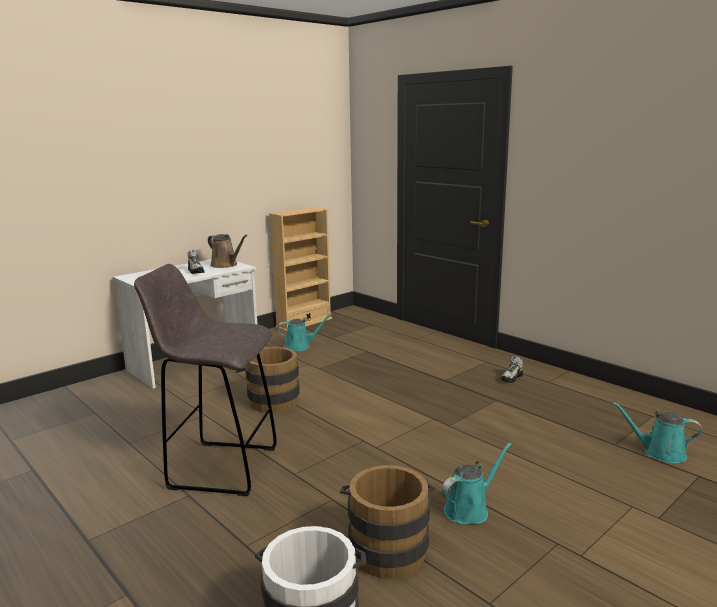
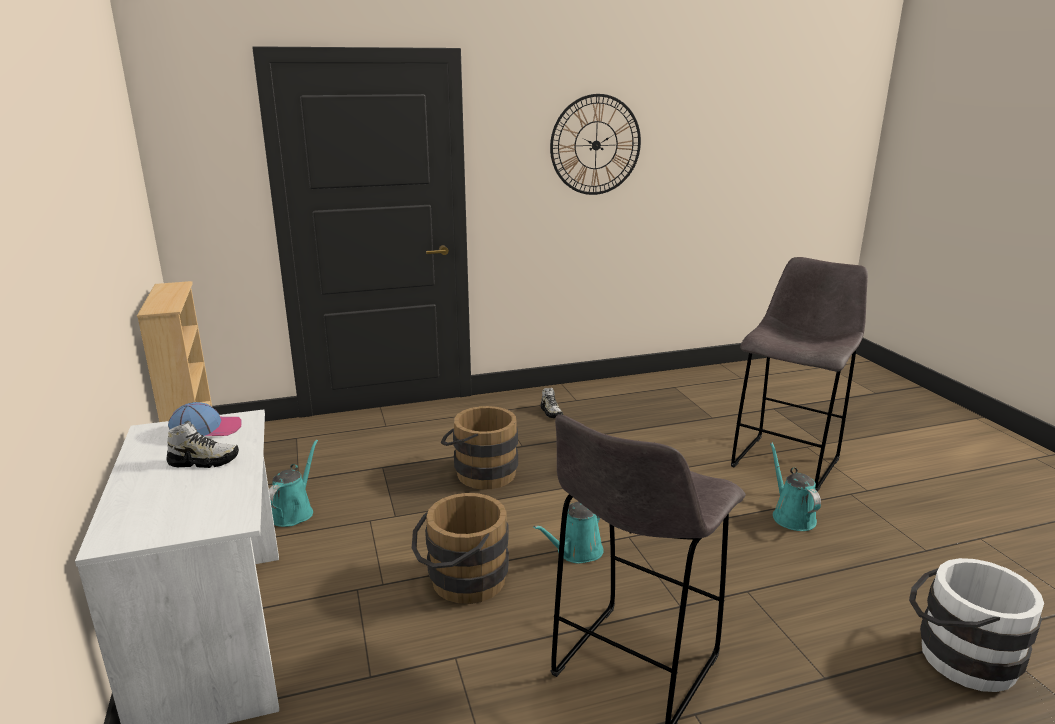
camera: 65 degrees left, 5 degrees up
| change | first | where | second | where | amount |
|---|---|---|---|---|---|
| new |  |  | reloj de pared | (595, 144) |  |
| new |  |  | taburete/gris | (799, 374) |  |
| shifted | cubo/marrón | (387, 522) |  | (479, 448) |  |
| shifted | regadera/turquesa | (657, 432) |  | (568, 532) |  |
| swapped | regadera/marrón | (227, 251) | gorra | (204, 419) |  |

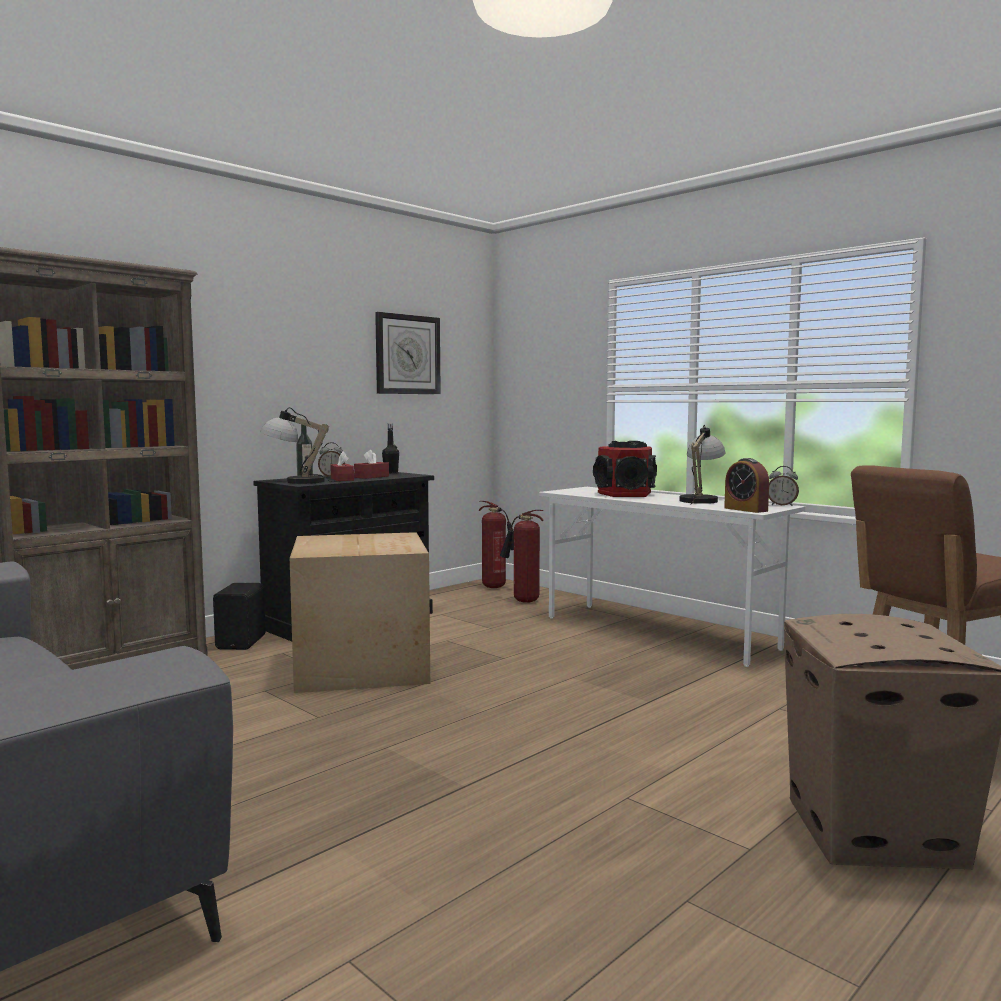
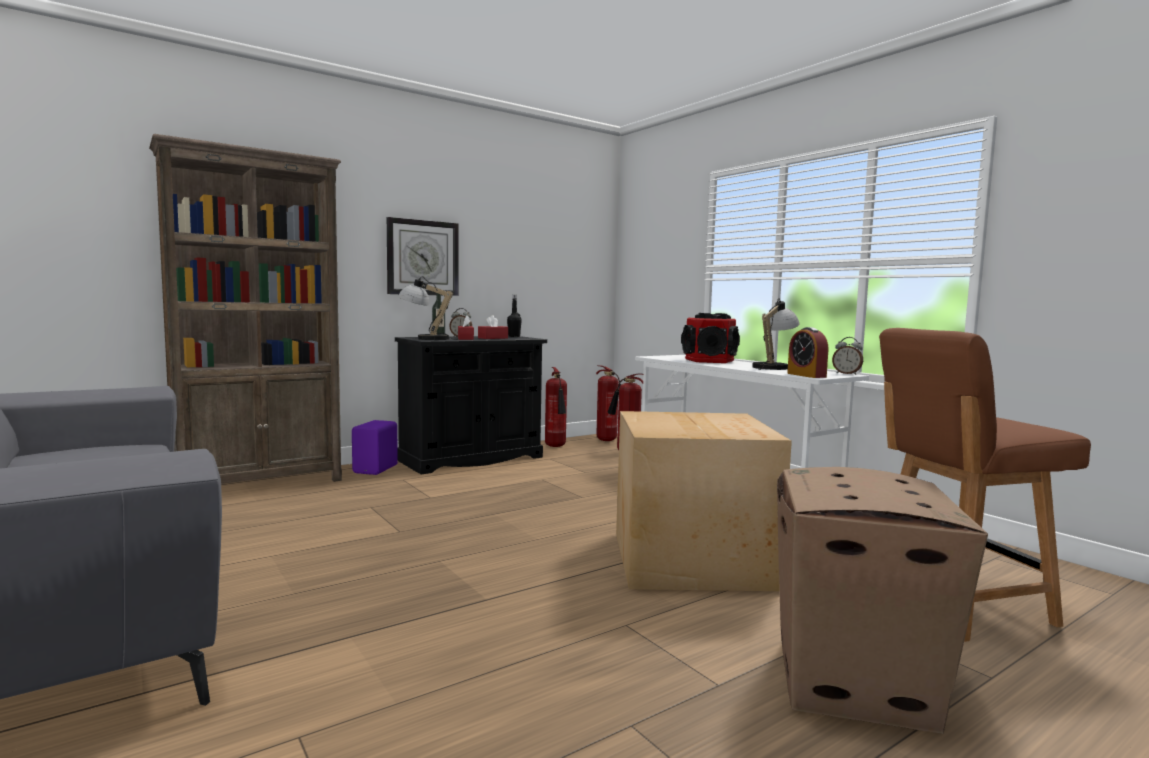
camera: 10 degrees right, 0 degrees up
| change | first | where | second | where | amount |
|---|---|---|---|---|---|
| new |  |  | extintor | (556, 407) |  |
| shifted | caja de cartón | (360, 612) |  | (704, 501) |  |
| shifted | reloj de pared | (408, 353) |  | (423, 256) |  |
| repainted | altavoz/negro | (239, 616) | altavoz/morado | (375, 447) |  |

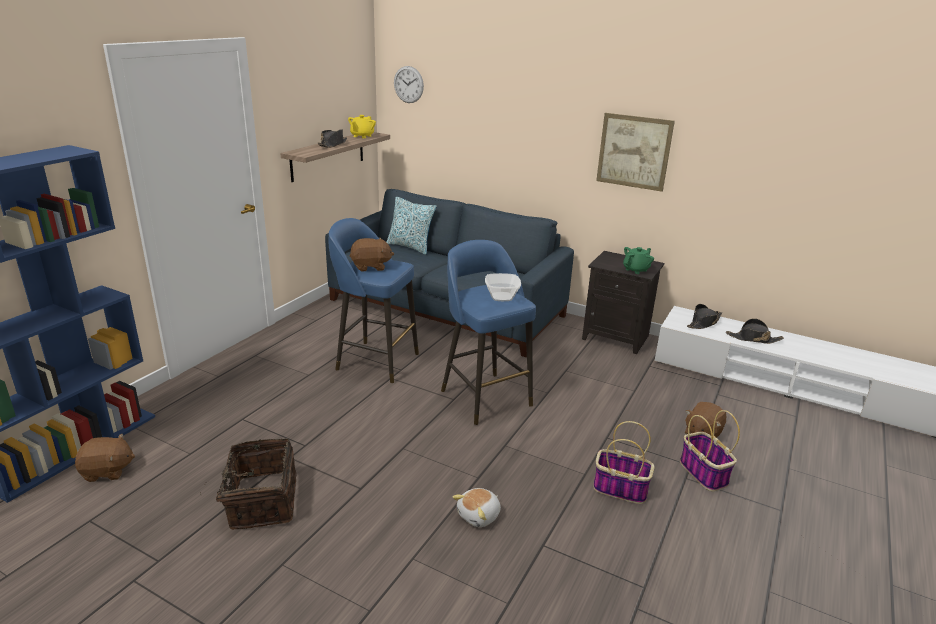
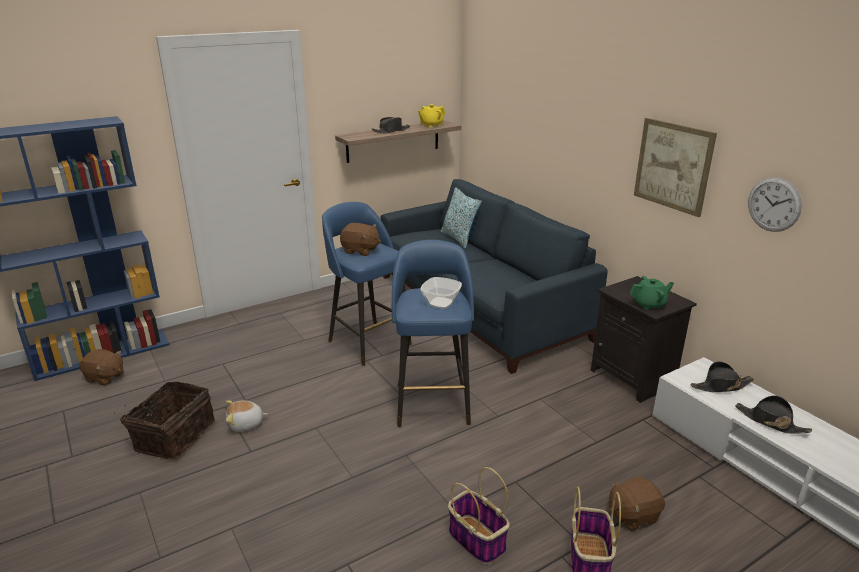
camera: 30 degrees right, 0 degrees up
| change | first | where | second | where | amount |
|---|---|---|---|---|---|
| shifted | reloj de pared | (409, 84) |  | (775, 204) |  |
| shifted | peluche | (476, 507) |  | (247, 416) |  |

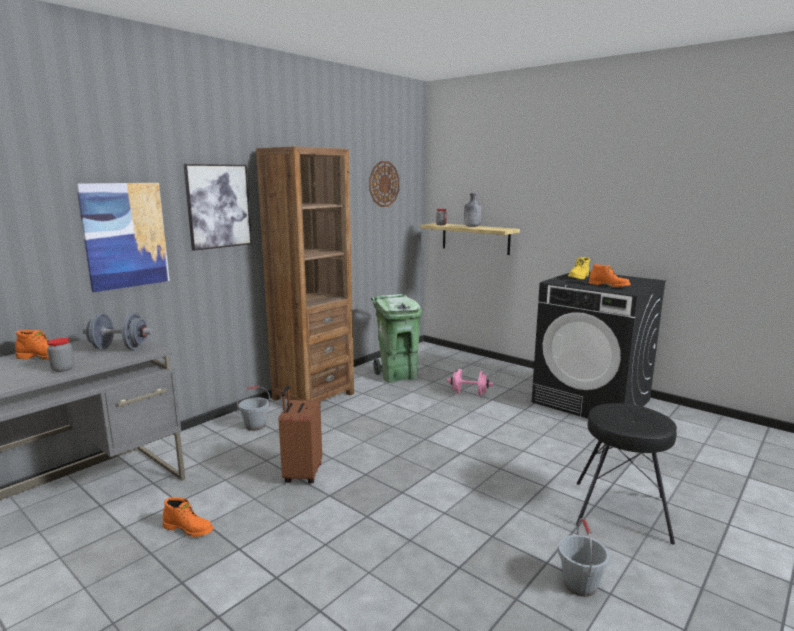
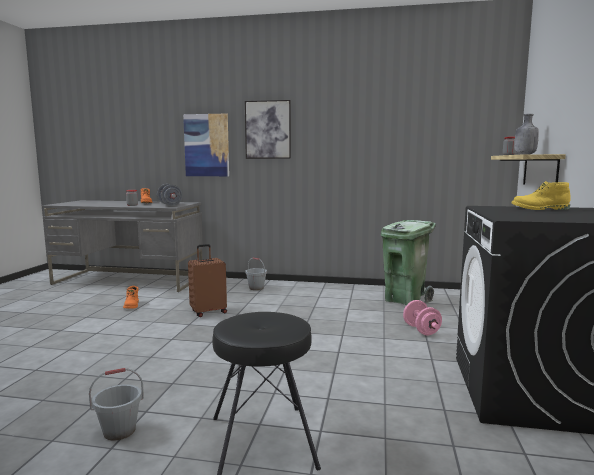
camera: 60 degrees right, 5 degrees down
| change | first | where | second | where | amount |
|---|---|---|---|---|---|
| gone | estantería/marrón | (305, 273) |  |  |  |
| gone | reloj de pared | (384, 184) |  |  |  |
| gone | bota/naranja | (609, 275) |  |  |  |

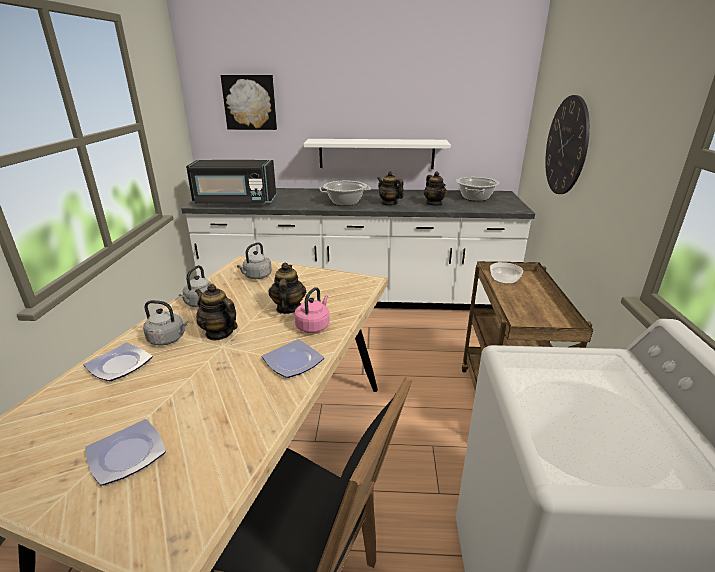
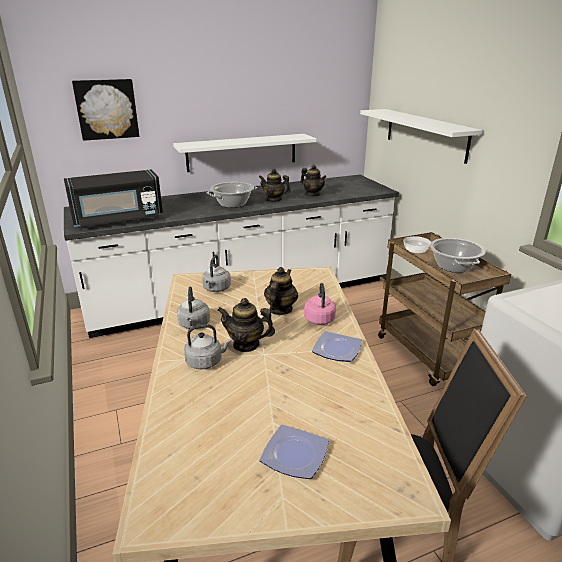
camera: 25 degrees left, 0 degrees up
| change | first | where | second | where | amount |
|---|---|---|---|---|---|
| gone | plato | (118, 361) |  |  |  |
| shifted | olla | (478, 189) |  | (458, 255) |  |
| swapped | reloj de pared | (567, 144) | estante/blanco | (421, 136) |  |
| rotated | tetera | (287, 288) |  | (281, 291) | 45 degrees clockwise |

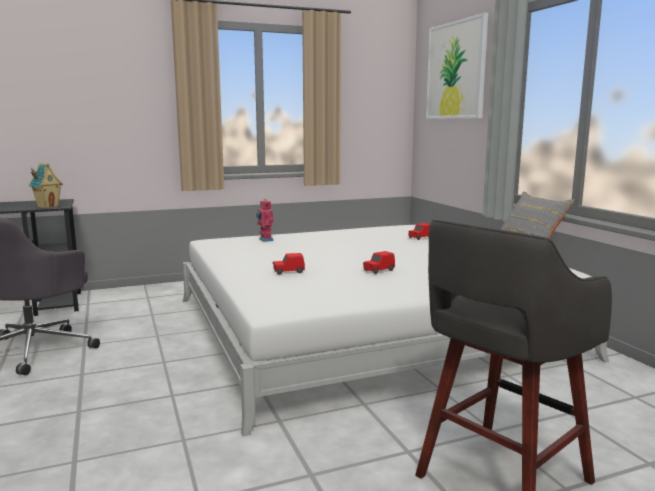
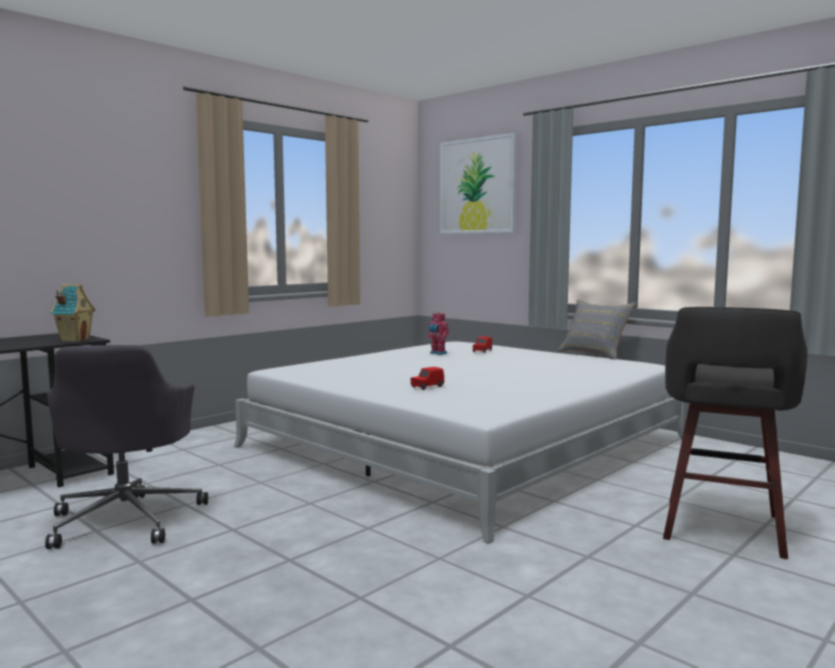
camera: 25 degrees left, 5 degrees down
| change | first | where | second | where | amount |
|---|---|---|---|---|---|
| gone | coche de juguete/rojo | (379, 262) |  |  |  |
| shifted | robot de juguete | (265, 220) |  | (438, 333) |  |

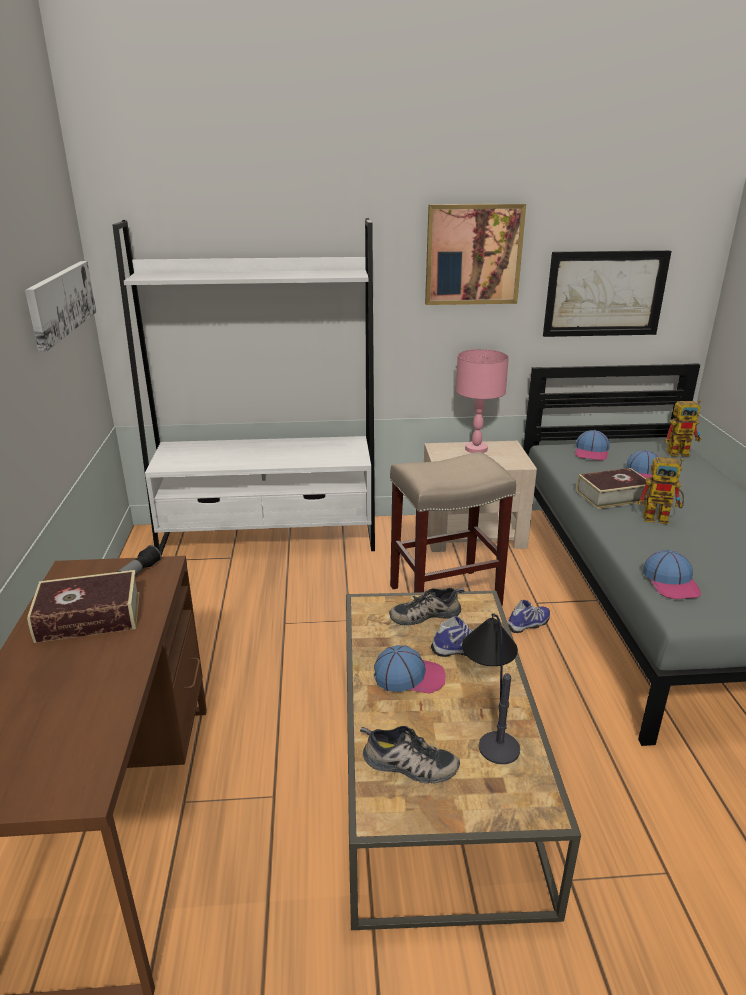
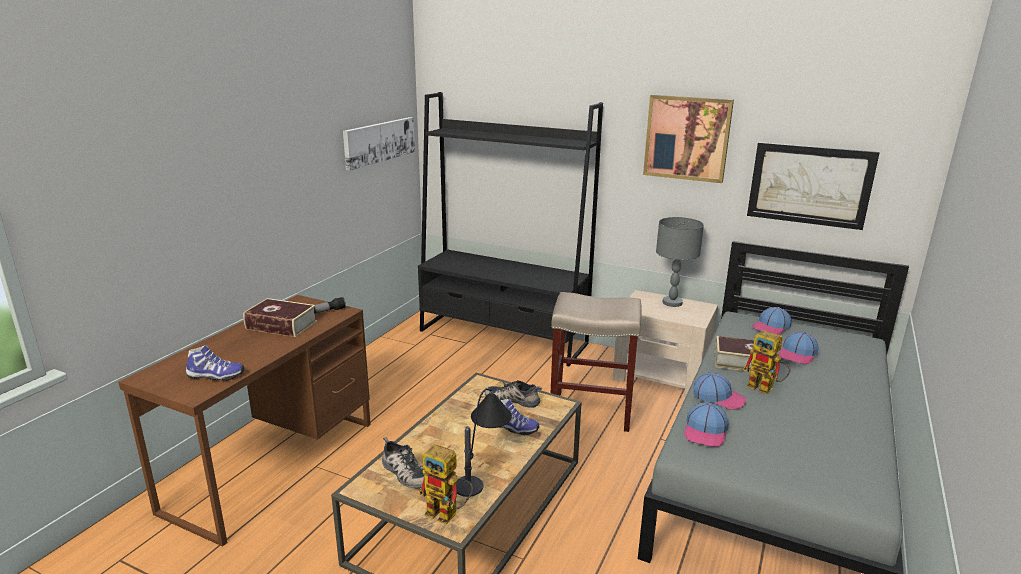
camera: 30 degrees right, 5 degrees down
| change | first | where | second | where | amount |
|---|---|---|---|---|---|
| shifted | gorra | (410, 669) |  | (720, 391) |  |
| shifted | zapato | (529, 616) |  | (215, 363) |  |
| shifted | robot de juguete | (683, 428) |  | (445, 484) |  |
| repainted | estantería/blanco | (243, 387) | estantería/negro | (510, 229) |  |
| repainted | lámpara de mesa/rosa | (482, 401) | lámpara de mesa/gris | (680, 262) |  |

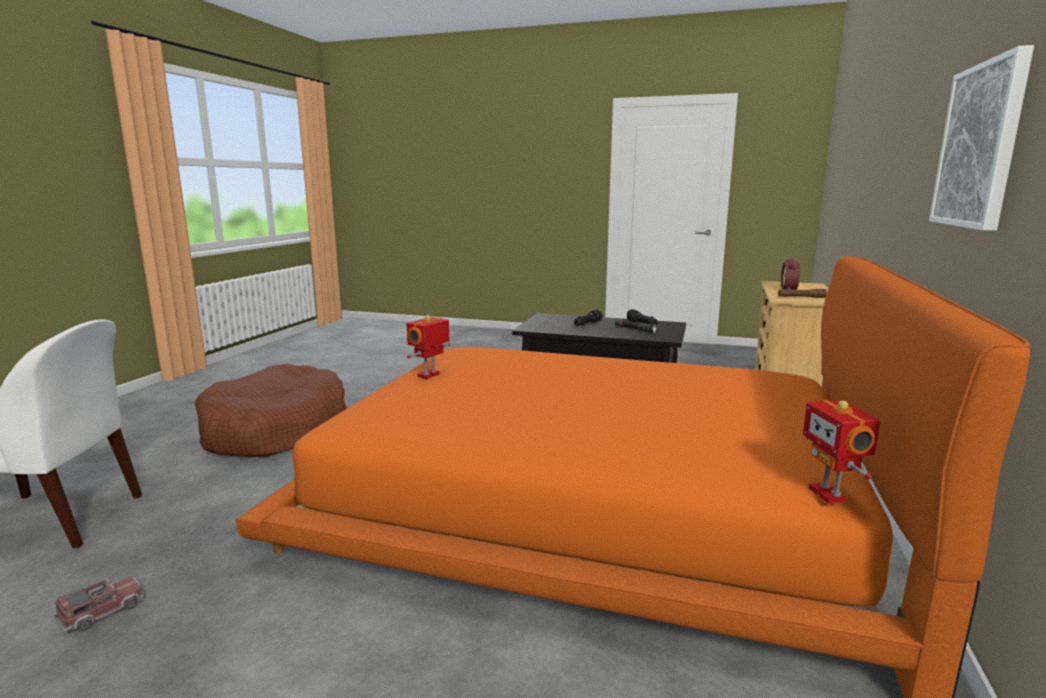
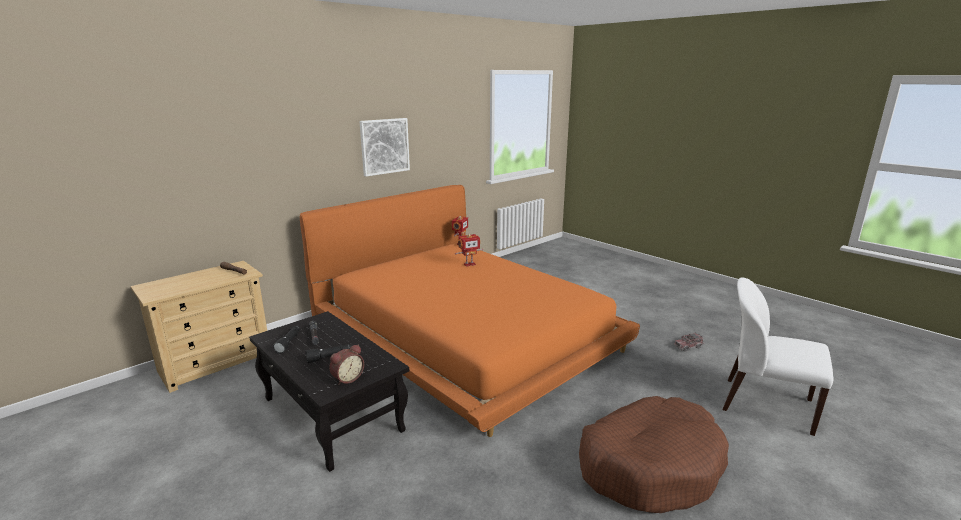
camera: 150 degrees left, 5 degrees up
| change | first | where | second | where | amount |
|---|---|---|---|---|---|
| shifted | robot de juguete | (428, 347) |  | (469, 250) |  |
| shifted | despertador | (790, 274) |  | (346, 364) |  |

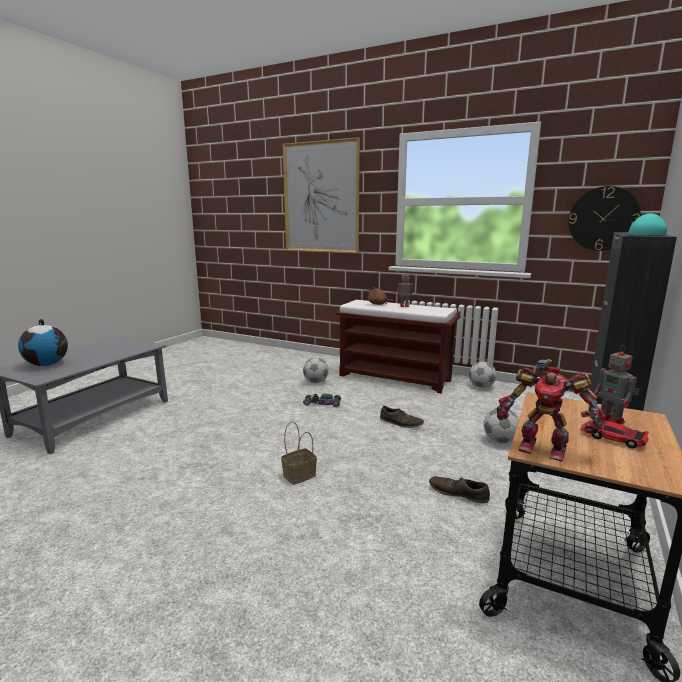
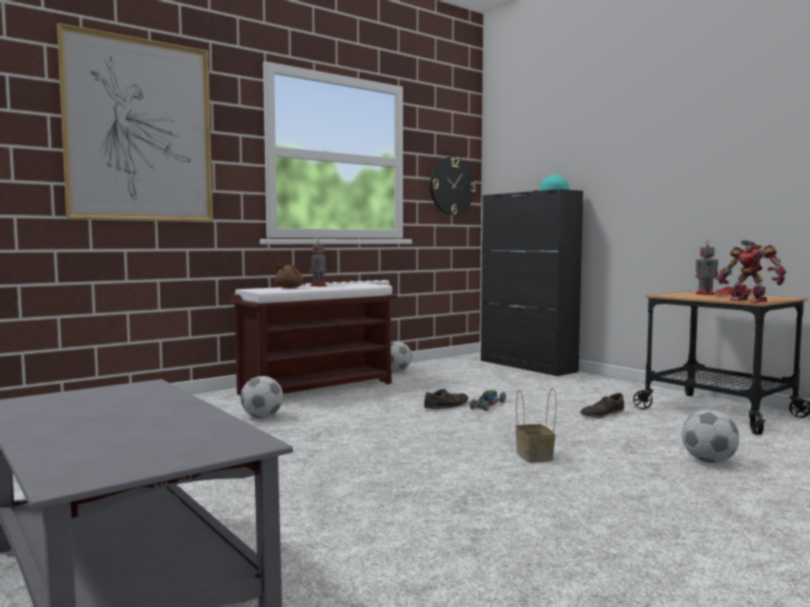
camera: 65 degrees left, 10 degrees down
| change | first | where | second | where | amount |
|---|---|---|---|---|---|
| gone | globo terráqueo | (43, 342) |  |  |  |
| shifted | coche de juguete | (322, 400) |  | (488, 400) |  |
| shifted | balón de fútbol | (501, 425) |  | (710, 436) |  |
| rotated | robot de juguete | (551, 410) |  | (752, 271) | 90 degrees clockwise |

